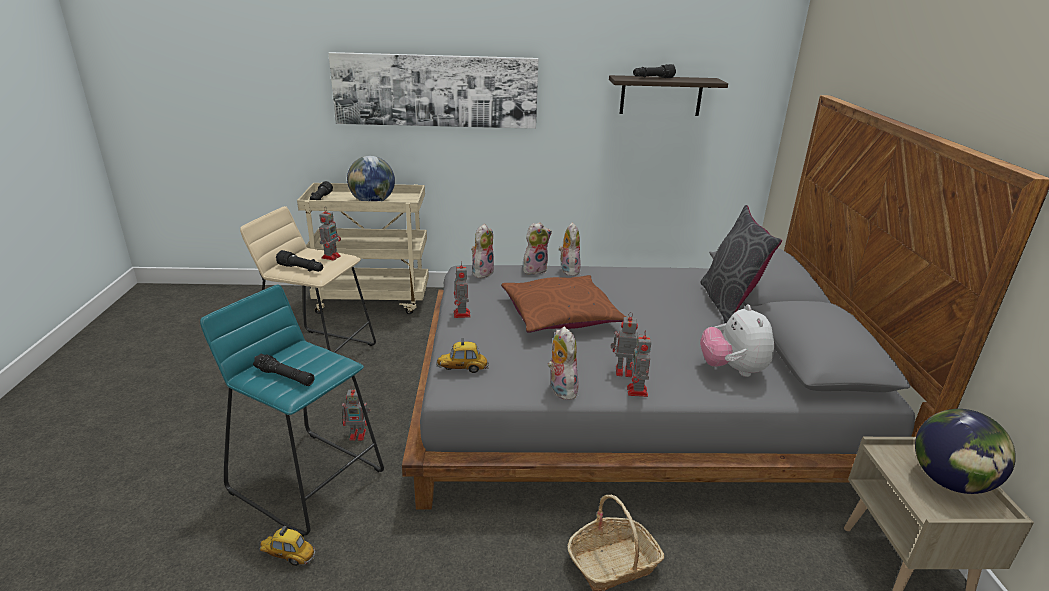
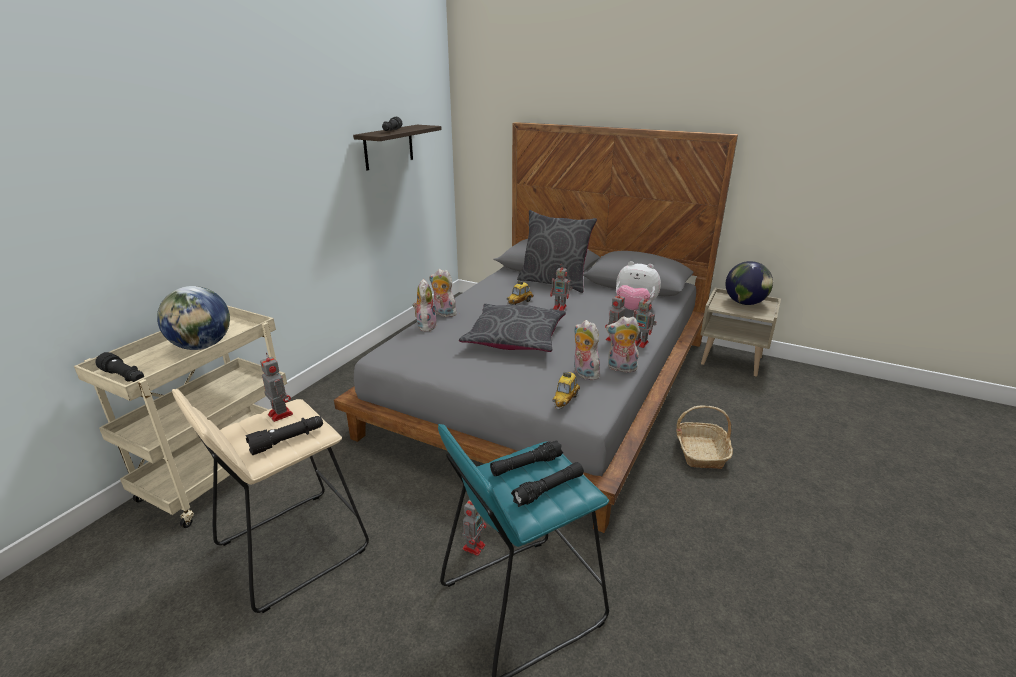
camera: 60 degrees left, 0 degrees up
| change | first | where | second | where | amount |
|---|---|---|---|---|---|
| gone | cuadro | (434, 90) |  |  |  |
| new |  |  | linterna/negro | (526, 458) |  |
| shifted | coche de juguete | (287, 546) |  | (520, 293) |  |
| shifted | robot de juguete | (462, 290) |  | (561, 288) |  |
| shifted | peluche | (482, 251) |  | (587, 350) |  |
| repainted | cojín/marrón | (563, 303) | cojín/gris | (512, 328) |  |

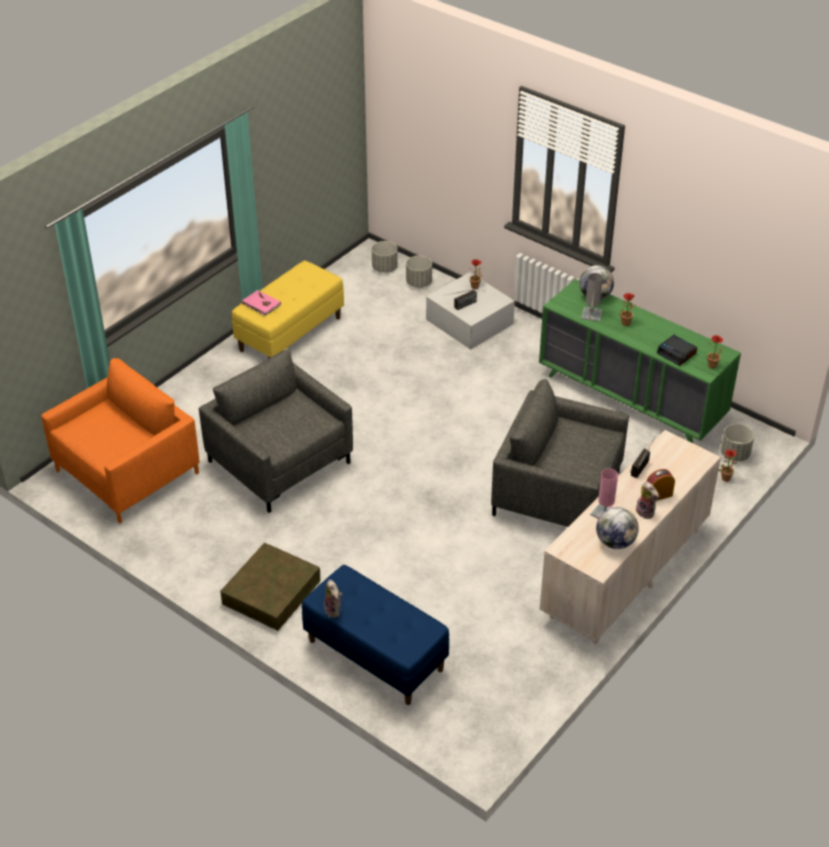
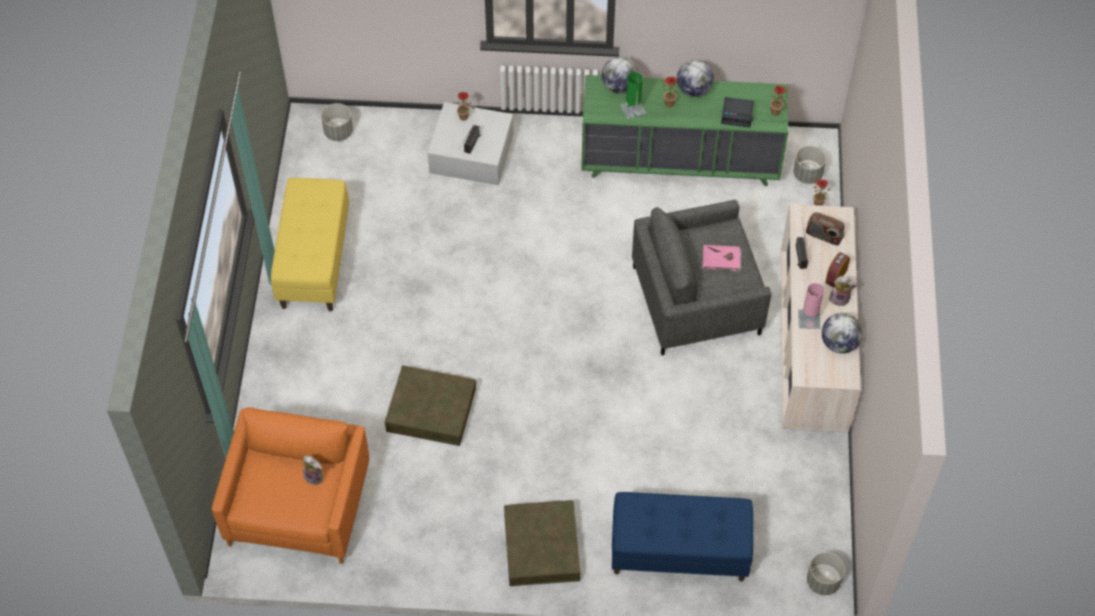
camera: 35 degrees left, 15 degrees up
| change | first | where | second | where | amount |
|---|---|---|---|---|---|
| new |  |  | globo terráqueo | (695, 78) |  |
| new |  |  | radio | (825, 229) |  |
| shifted | libro/rosa | (261, 303) |  | (722, 258) |  |
| shifted | peluche | (333, 599) |  | (313, 470) |  |
| shifted | maceta/gris | (419, 272) |  | (826, 573) |  |
| swapped | sillón/gris | (276, 431) | caja de almacenaje/marrón | (430, 405) |  |
| repainted | lámpara de mesa/gris | (592, 297) | lámpara de mesa/verde | (633, 96) |  |

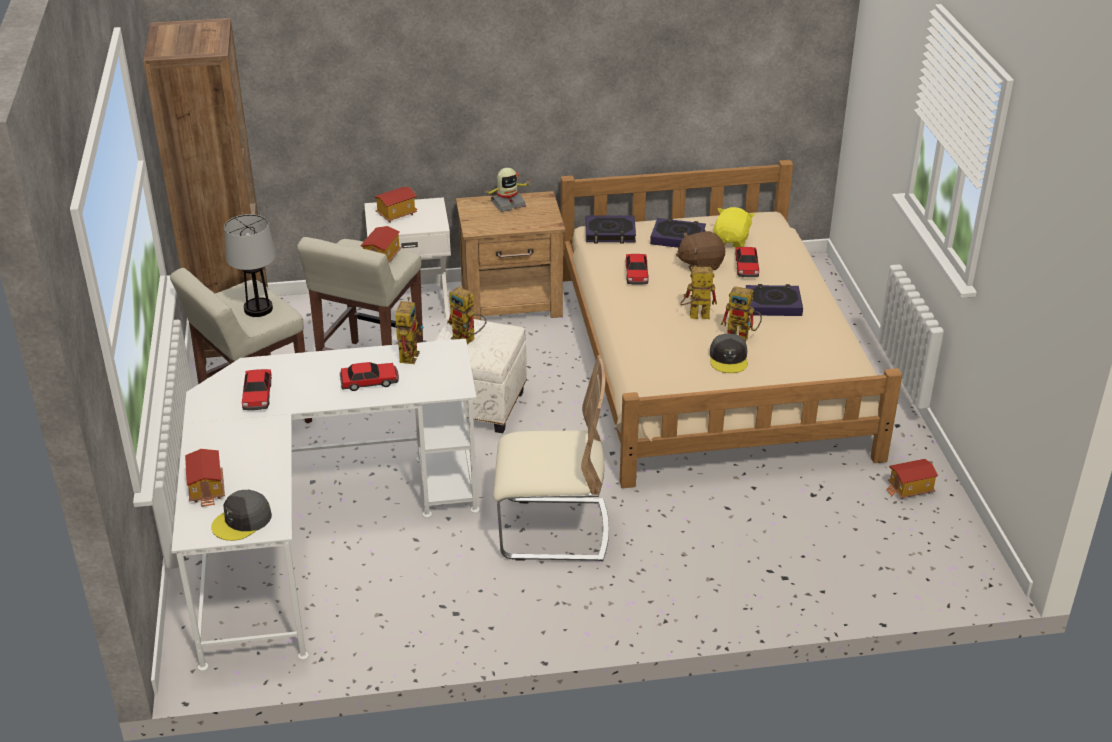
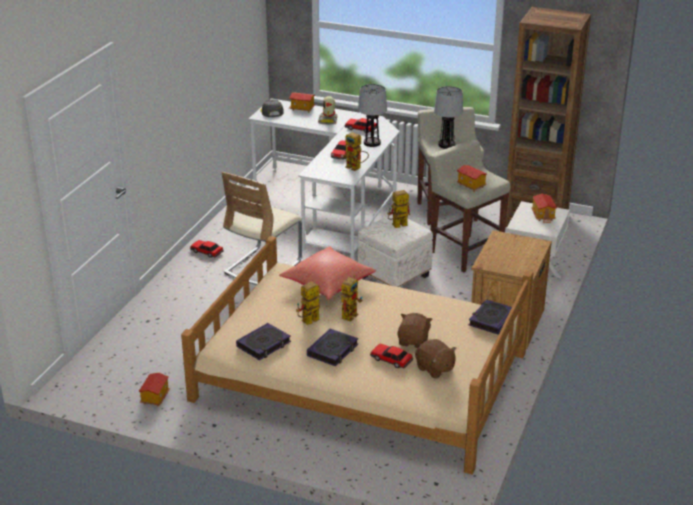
camera: 120 degrees right, 5 degrees down
| change | first | where | second | where | amount |
|---|---|---|---|---|---|
| gone | gorra/gris | (729, 353) |  |  |  |
| new |  |  | cojín/rojo | (327, 273) |  |
| new |  |  | lámpara de mesa | (372, 115) |  |
| shifted | robot de juguete | (507, 190) |  | (328, 110) |  |
| shifted | coche de juguete | (637, 269) |  | (207, 249) |  |
| shifted | libro | (678, 233) |  | (263, 341) |  |
| repainted | peluche/amarillo | (734, 227) | peluche/marrón | (435, 359) |  |

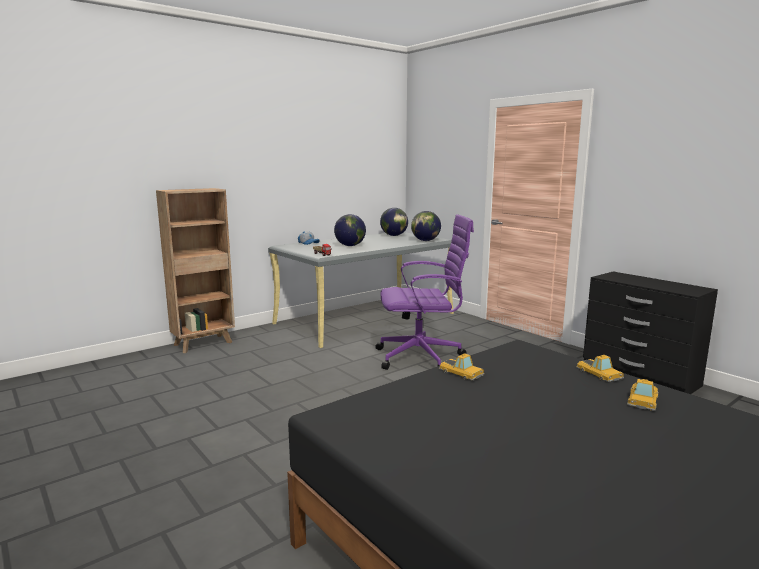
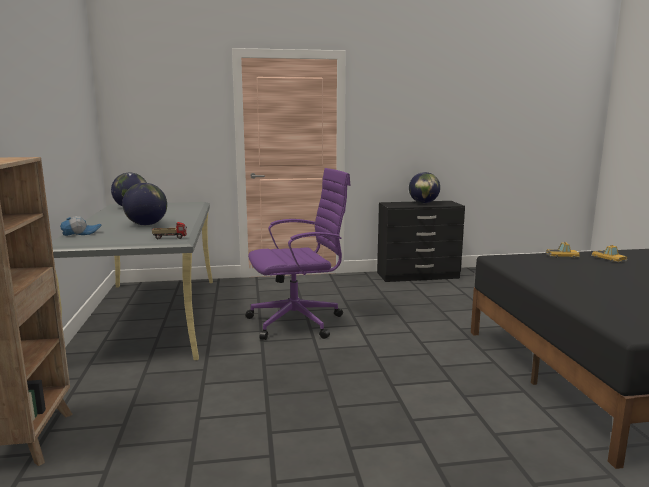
camera: 60 degrees left, 0 degrees up
| change | first | where | second | where | amount |
|---|---|---|---|---|---|
| gone | coche de juguete | (462, 366) |  |  |  |
| shifted | globo terráqueo | (426, 226) |  | (424, 187) |  |
| rotated | silla de oficina/morado | (424, 292) |  | (298, 254) | 45 degrees clockwise |

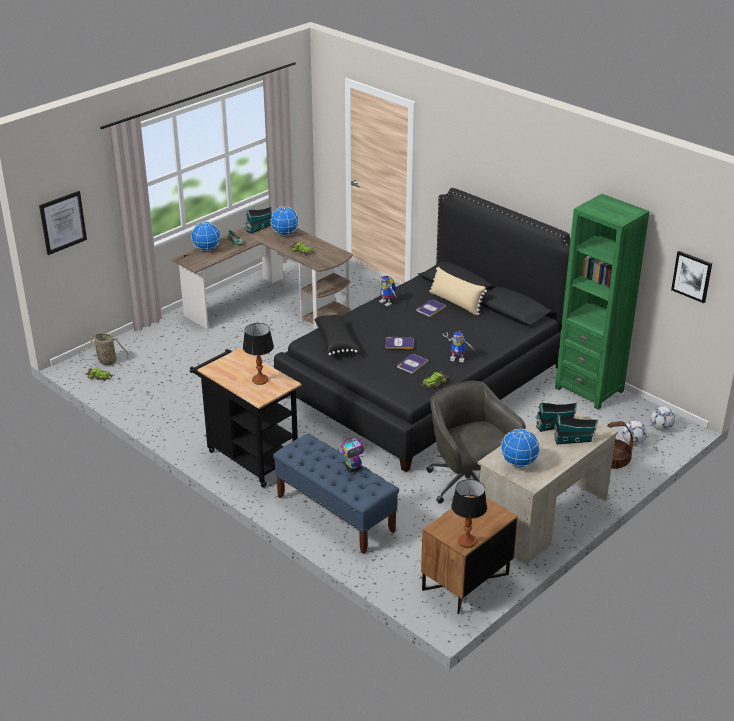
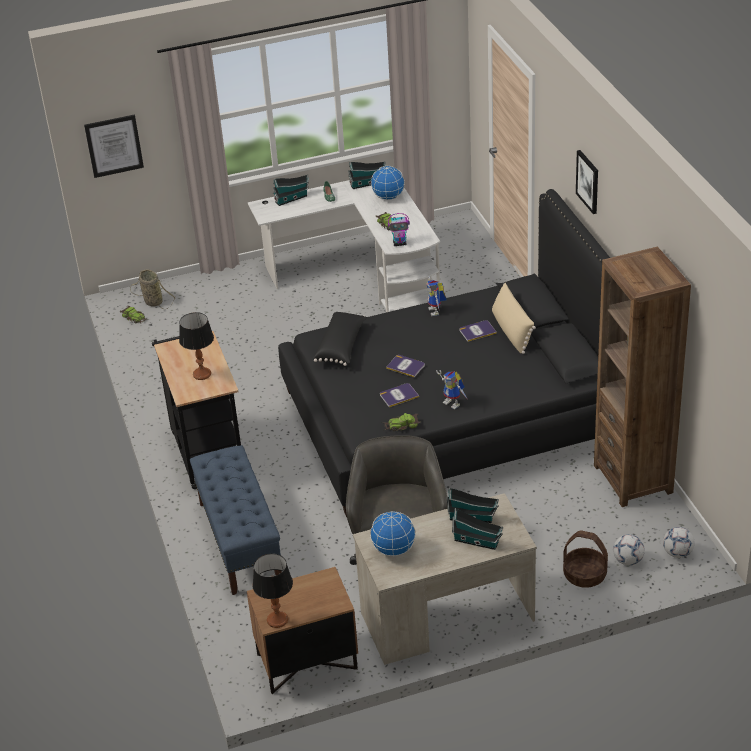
camera: 30 degrees right, 5 degrees up
| change | first | where | second | where | amount |
|---|---|---|---|---|---|
| shifted | robot de juguete | (353, 455) |  | (399, 229) |  |
| shifted | cuadro | (691, 277) |  | (587, 182) |  |
| swapped | globo terráqueo | (206, 236) | casita | (291, 190) |  |
| repainted | escritorio/marrón | (262, 277) | escritorio/blanco | (344, 246) |  |
| repainted | estantería/verde | (602, 301) | estantería/marrón | (642, 377) |  |

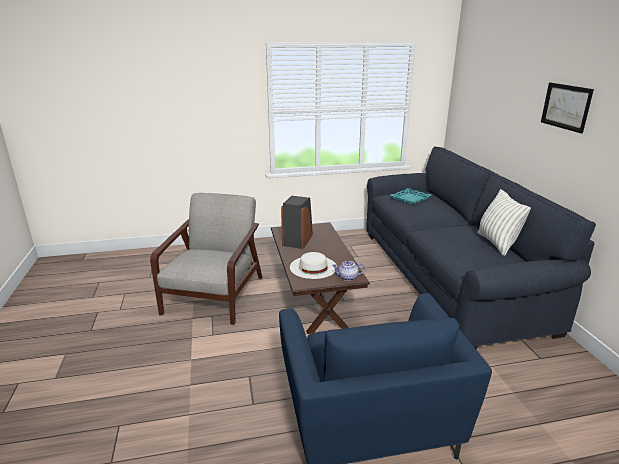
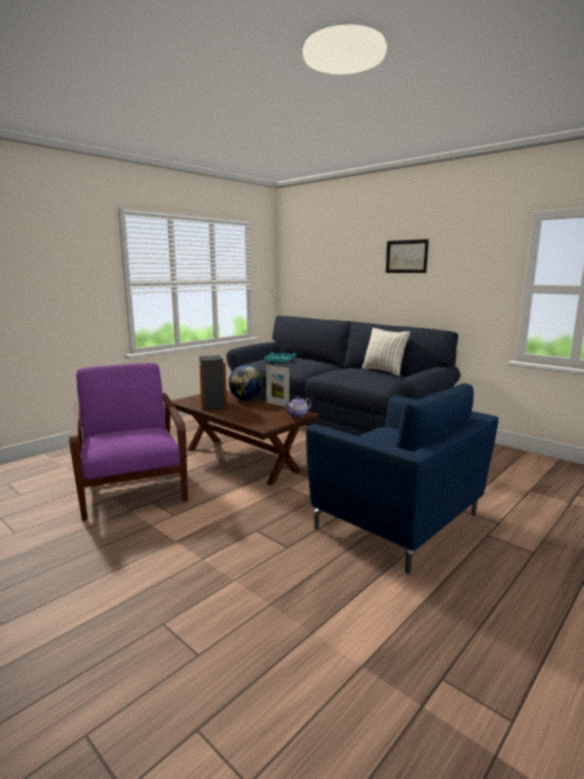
camera: 35 degrees left, 10 degrees down
| change | first | where | second | where | amount |
|---|---|---|---|---|---|
| gone | sombrero/blanco | (313, 265) |  |  |  |
| new |  |  | globo terráqueo | (246, 382) |  |
| new |  |  | portarretratos | (277, 386) |  |
| repainted | sillón/gris | (206, 259) | sillón/morado | (128, 441) |  |

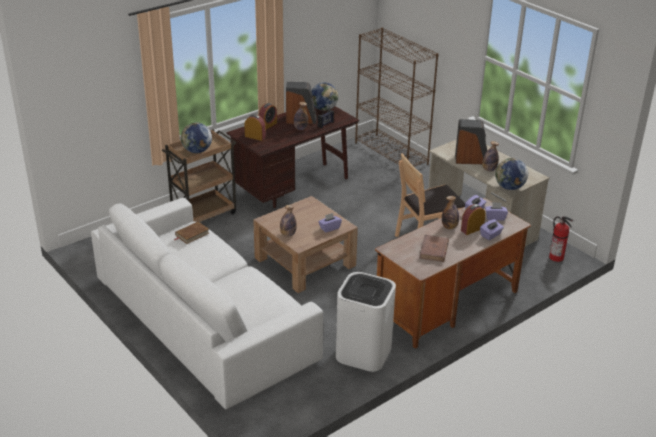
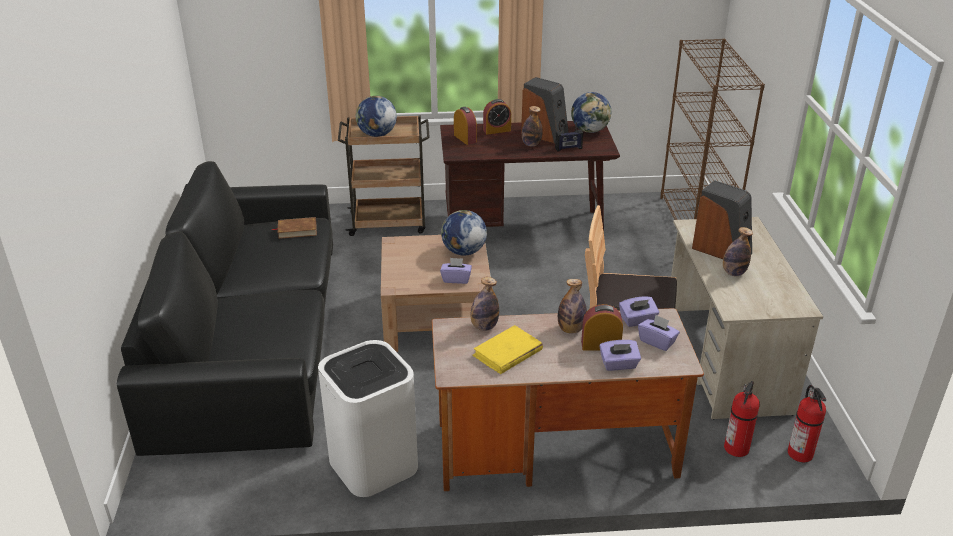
camera: 35 degrees right, 0 degrees up
| change | first | where | second | where | amount |
|---|---|---|---|---|---|
| new |  |  | extintor | (742, 419) |  |
| shifted | botella | (288, 221) |  | (484, 304) |  |
| shifted | globo terráqueo | (511, 174) |  | (464, 233) |  |
| repainted | sofá/blanco | (207, 303) | sofá/negro | (225, 308) |  |
| repainted | libro/marrón | (434, 248) | libro/amarillo | (507, 349) |  |

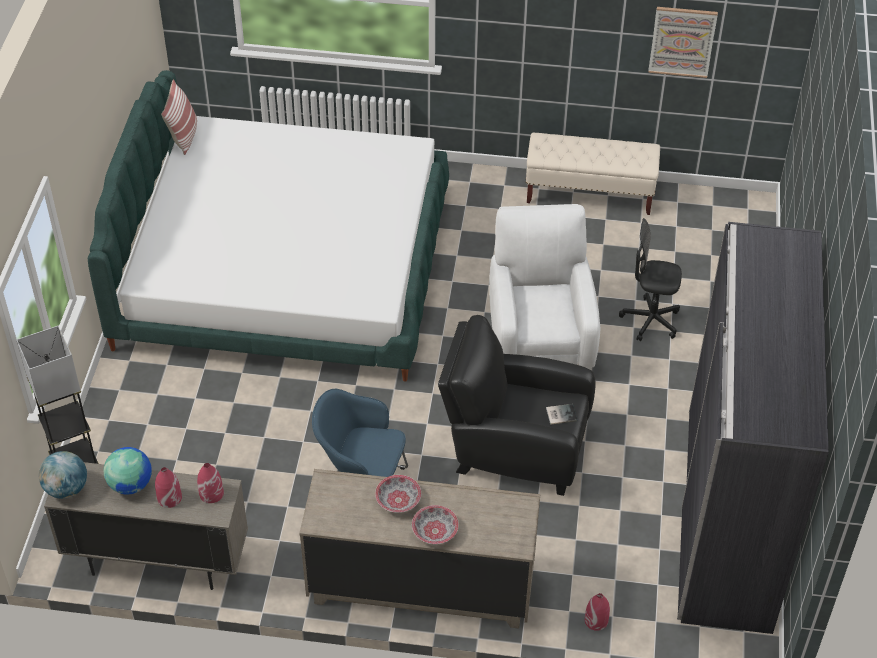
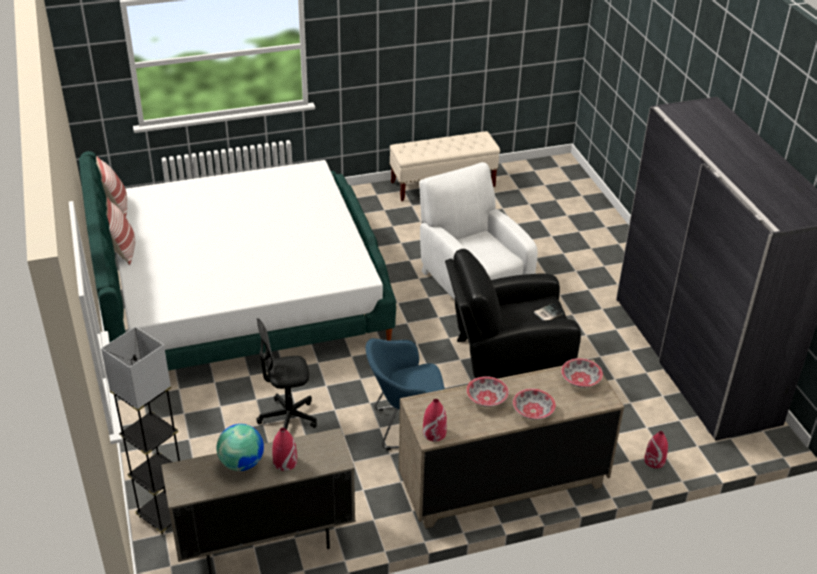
camera: 25 degrees left, 10 degrees down
| change | first | where | second | where | amount |
|---|---|---|---|---|---|
| gone | globo terráqueo | (63, 475) |  |  |  |
| gone | cuadro | (683, 42) |  |  |  |
| new |  |  | cojín | (120, 231) |  |
| new |  |  | cuenco | (582, 373) |  |
| shifted | florero/rojo | (210, 483) |  | (435, 420) |  |
| shifted | silla de oficina/negro | (650, 279) |  | (287, 374) |  |

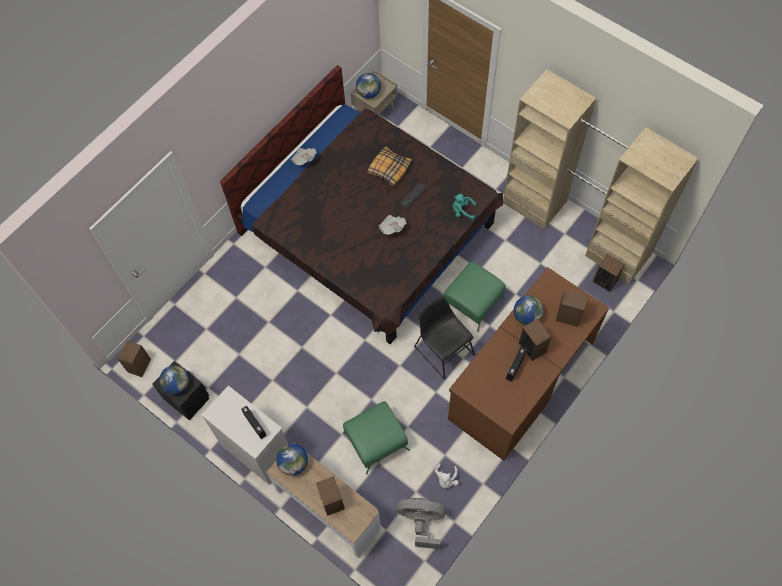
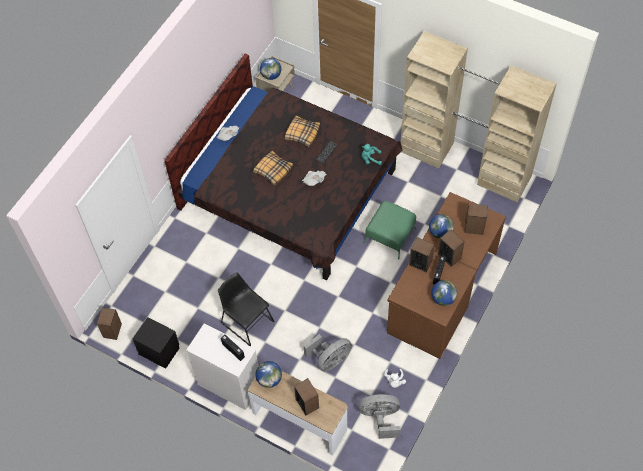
camera: 10 degrees left, 5 degrees down
| change | first | where | second | where | amount |
|---|---|---|---|---|---|
| new |  |  | cojín | (273, 168) |  |
| shifted | globo terráqueo | (174, 379) |  | (444, 293) |  |
| shifted | silla/negro | (444, 337) |  | (246, 309) |  |
| shifted | altavoz | (609, 273) |  | (422, 254) |  |
| swapped | puf/verde | (376, 437) | ventilador/gris | (328, 352) |  |

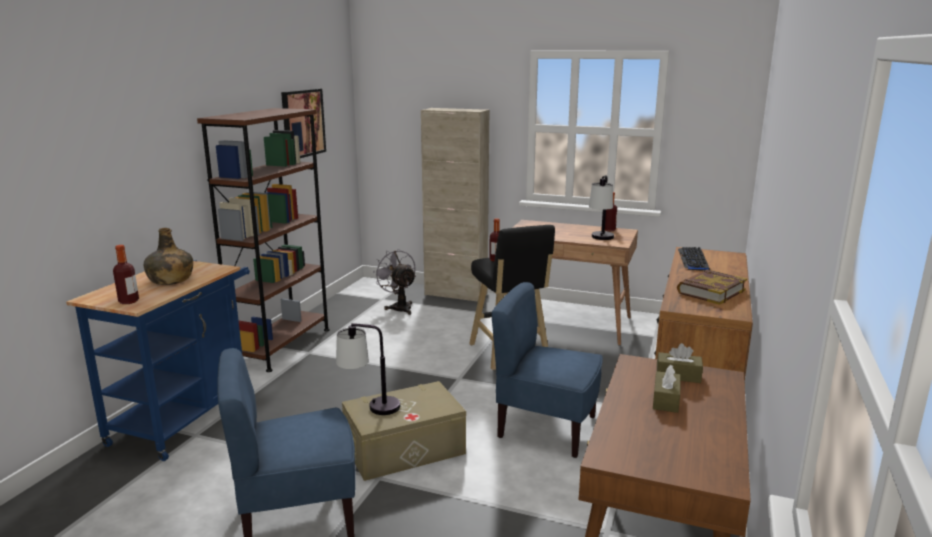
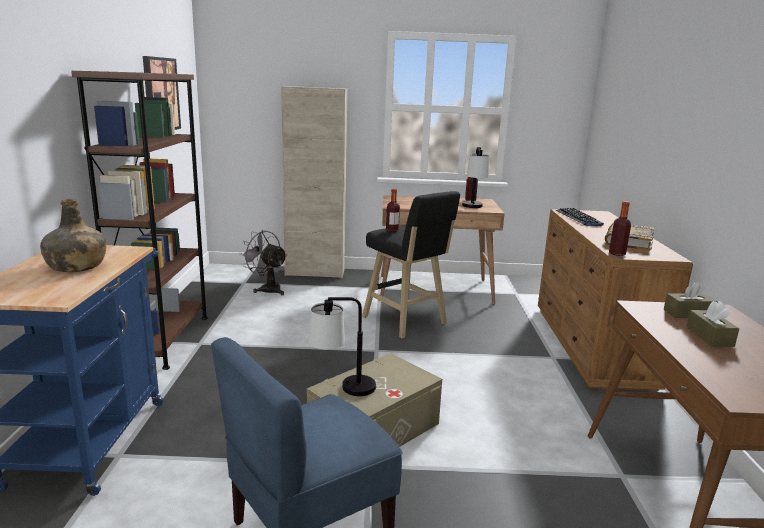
camera: 20 degrees left, 0 degrees up
| change | first | where | second | where | amount |
|---|---|---|---|---|---|
| gone | silla/azul | (547, 370) |  |  |  |
| shifted | botella | (126, 274) |  | (620, 228) |  |

